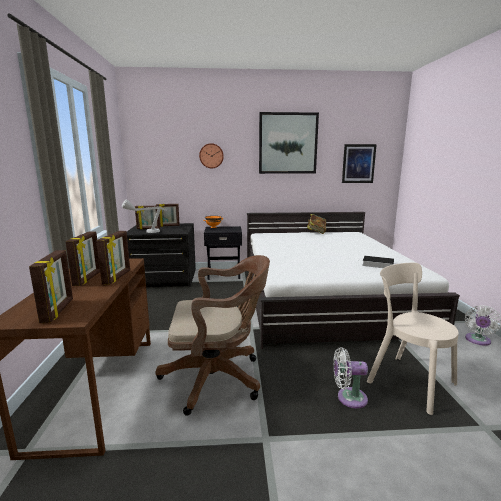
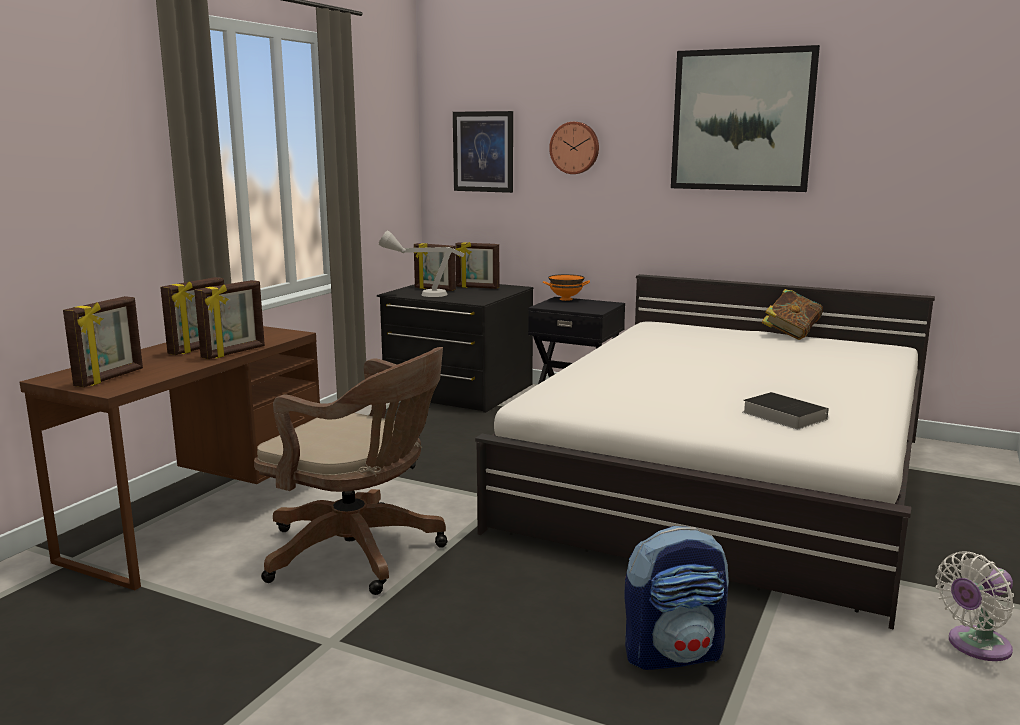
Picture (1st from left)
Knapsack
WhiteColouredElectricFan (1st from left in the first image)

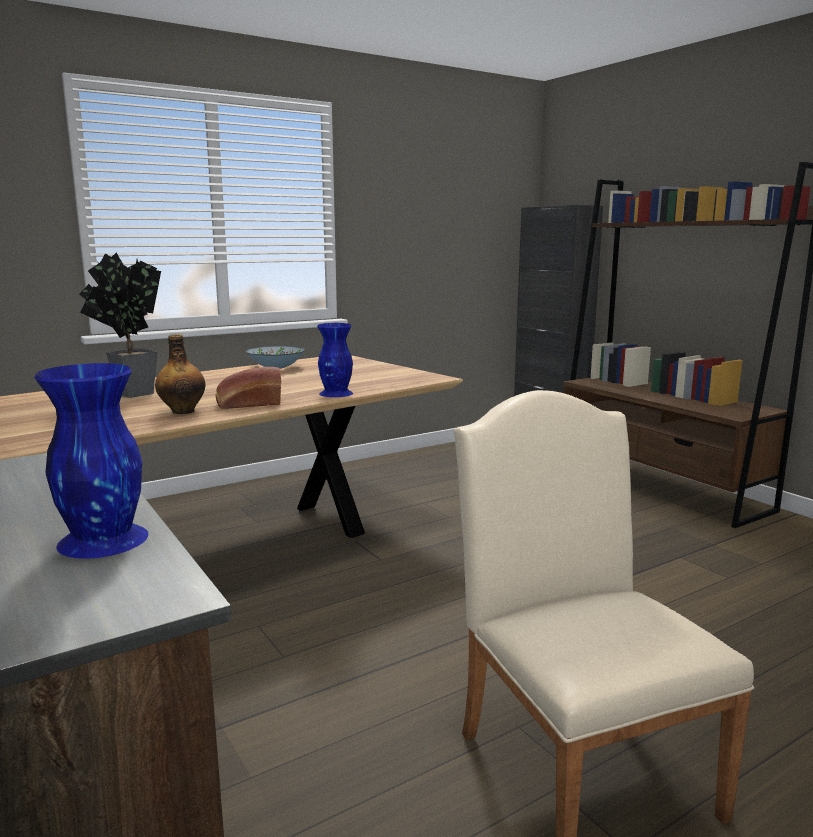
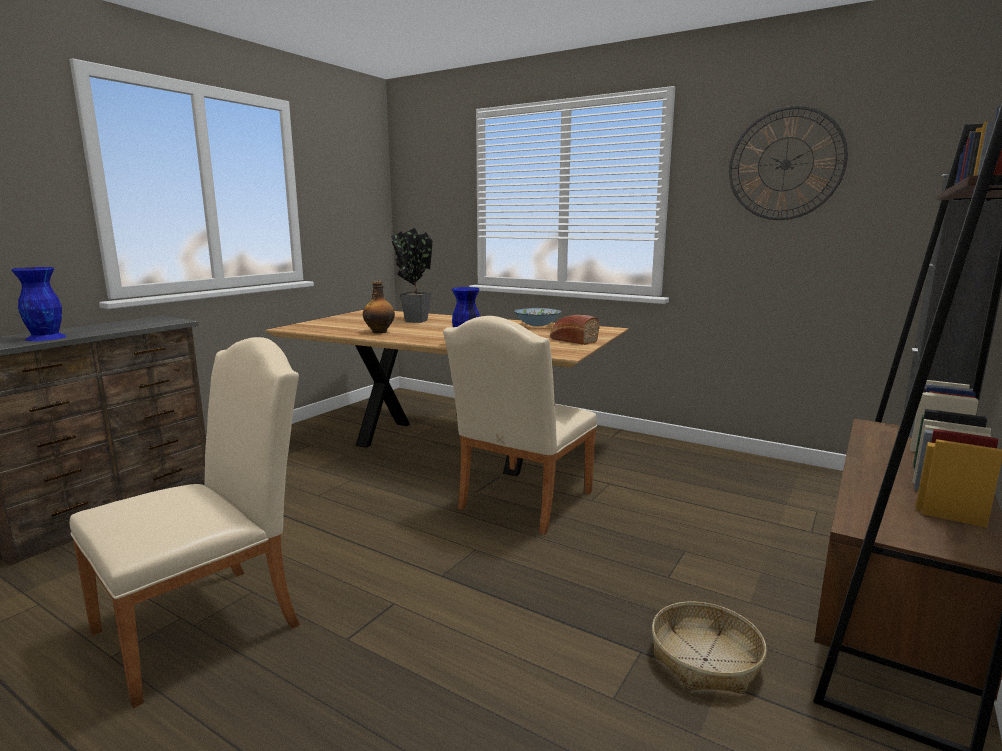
BeigeColouredUprightChair (2nd from left)
Bread
StorageBasket
ClockOnTheWall

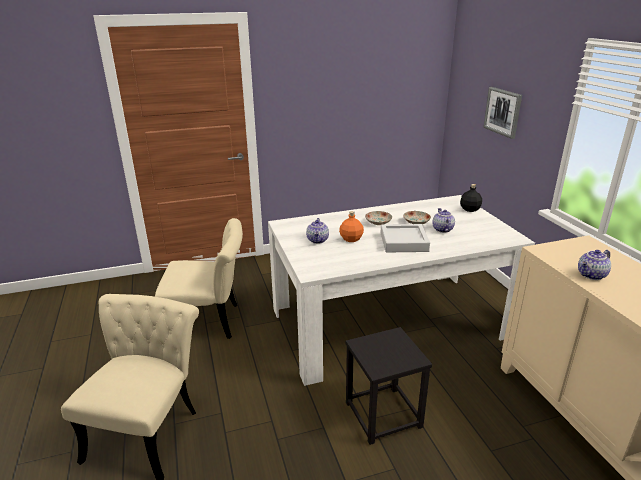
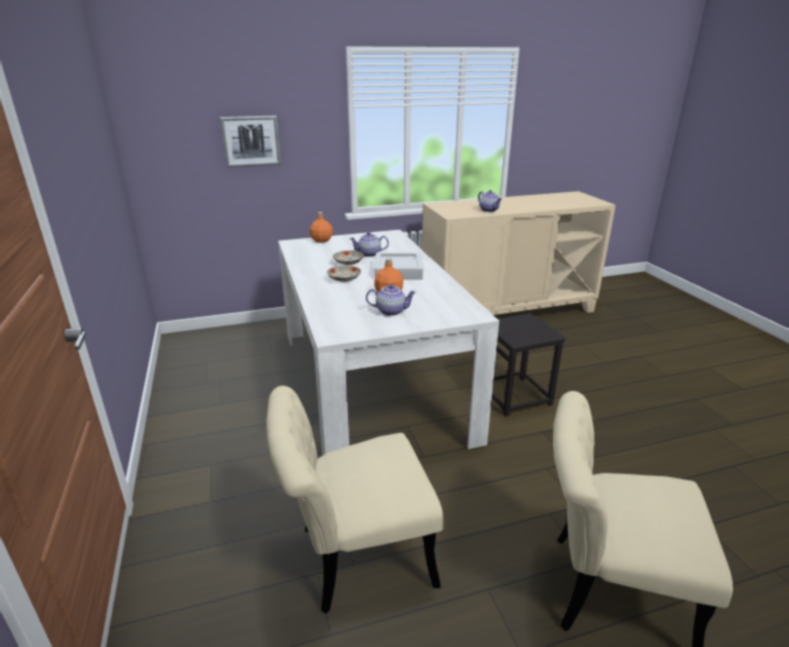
BeigeColouredUprightChair (1st from left)
OrangeBottle (1st from left)

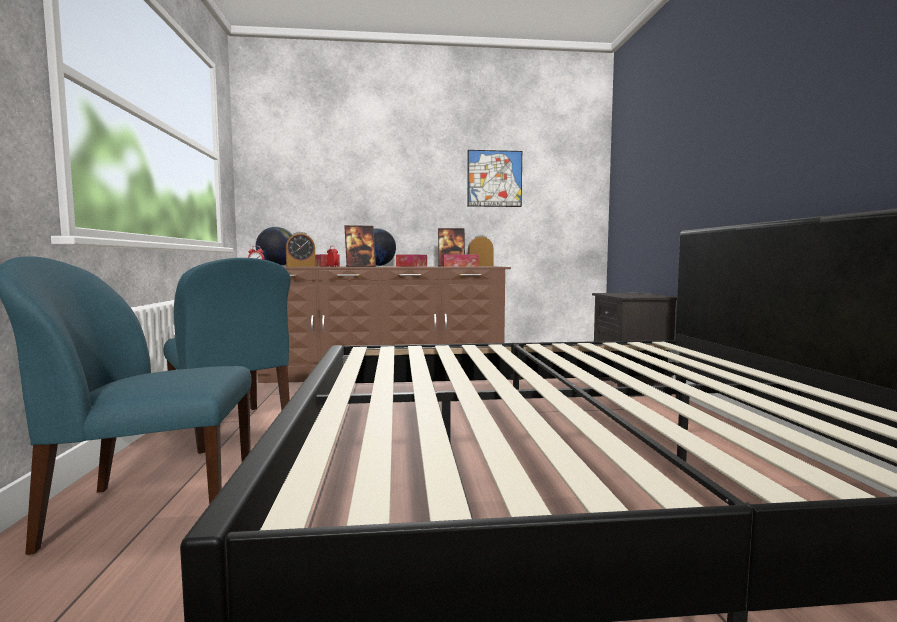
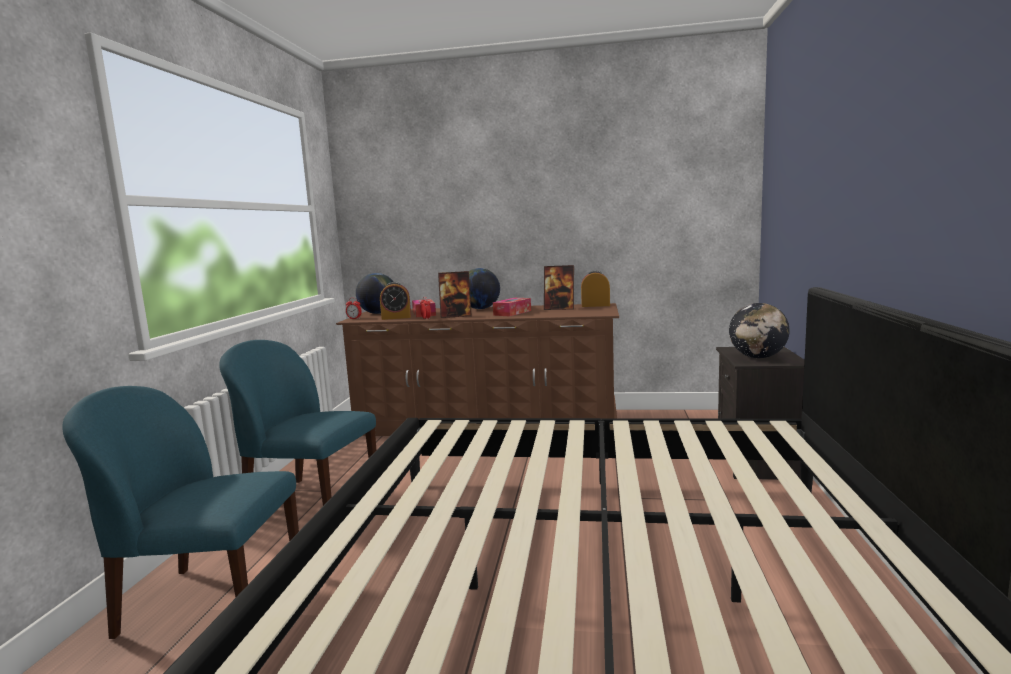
BlueColouredUprightChair (2nd from left)
WorldGlobe (3rd from left)
TissueHolder (3rd from left in the first image)
Picture

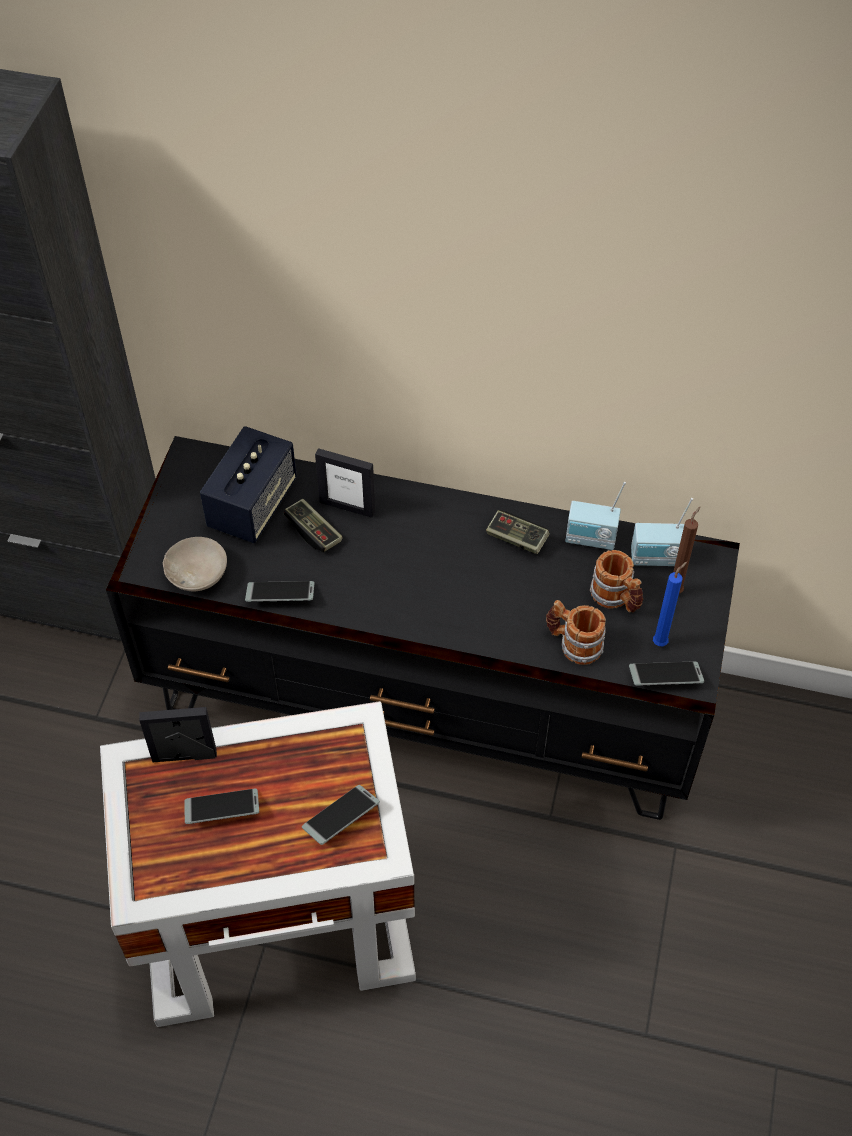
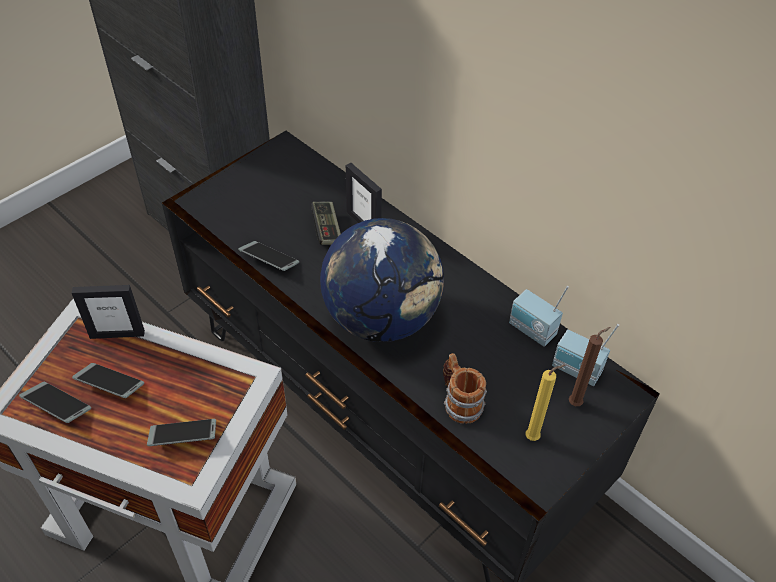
Phone (1st from left)
PhotoFrame (1st from left)
WorldGlobe
YellowishCandle
BeigeColouredDeepDish
AudioSpeaker
GameController (2nd from left in the first image)
Mug (2nd from left in the first image)

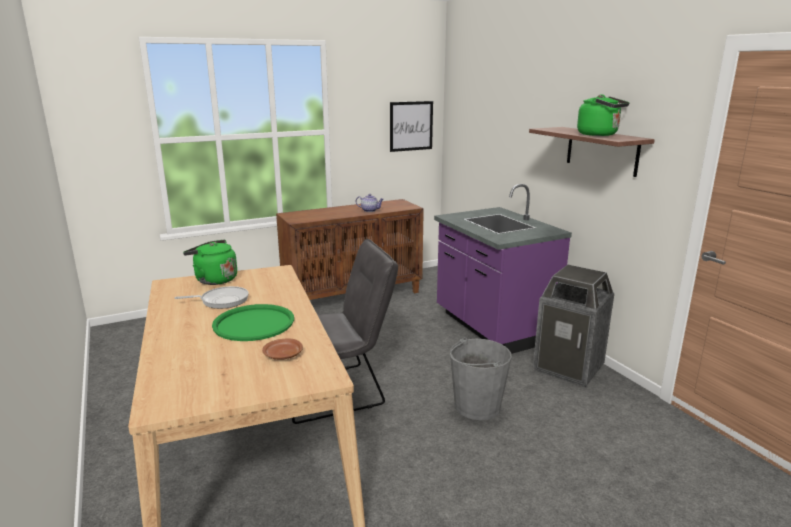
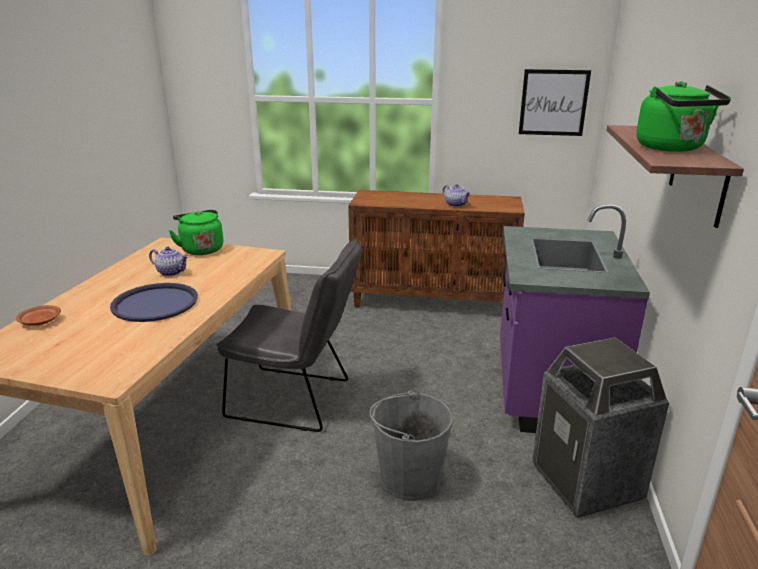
BrownColouredPlate
BlueColouredCarryingTray
TeaPot (1st from left)

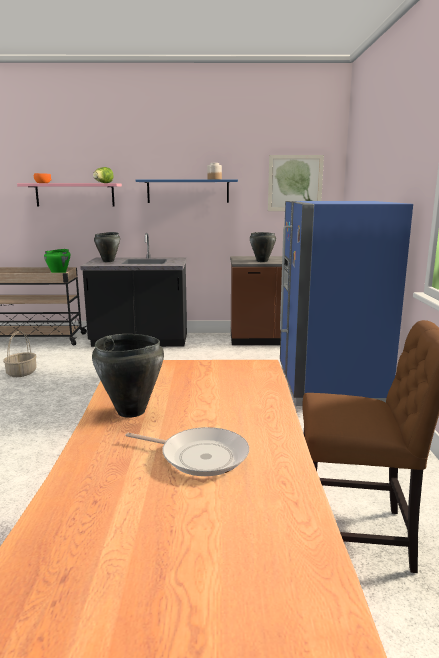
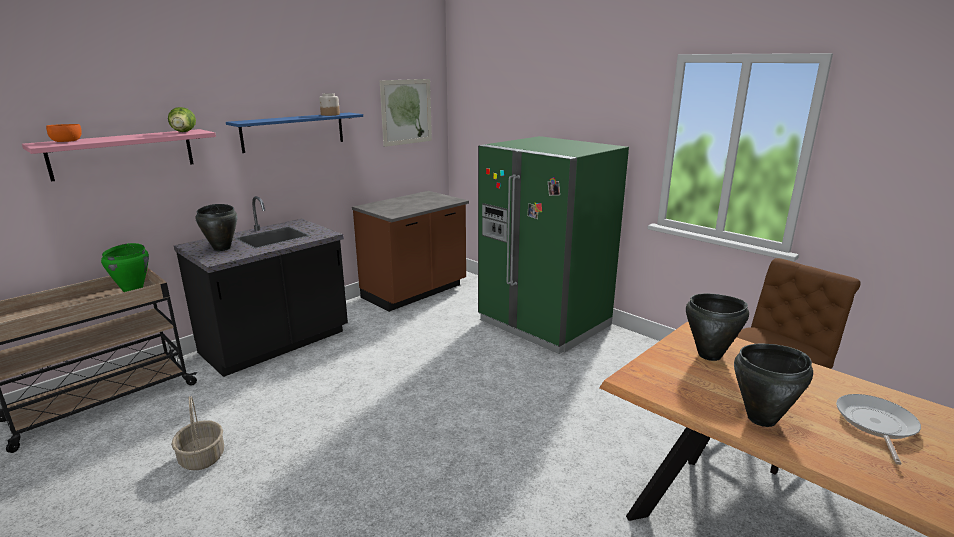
GreenishFridge
BlackColouredStockpot (2nd from left)
Pan

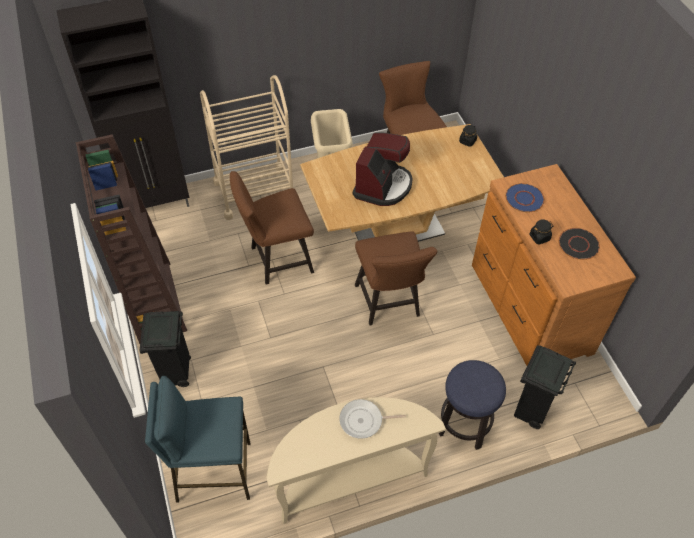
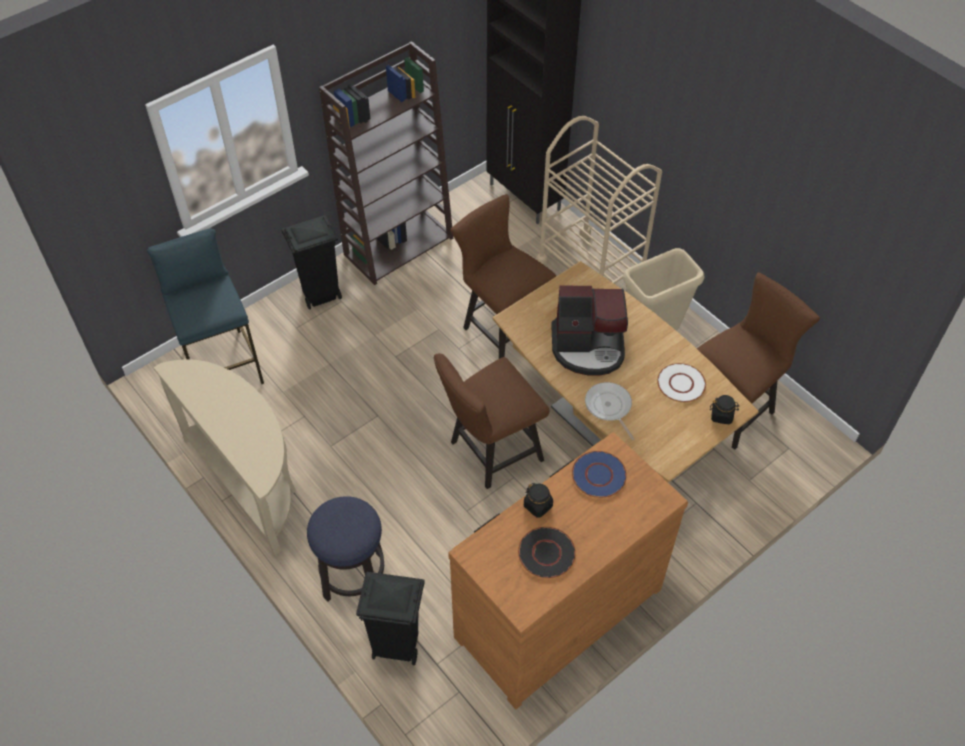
Pan
WhiteColouredPlate

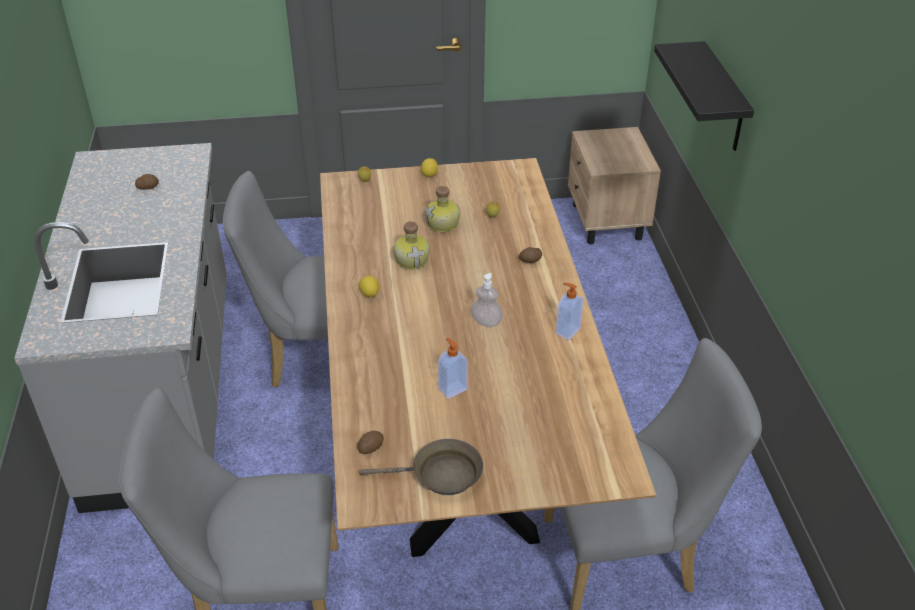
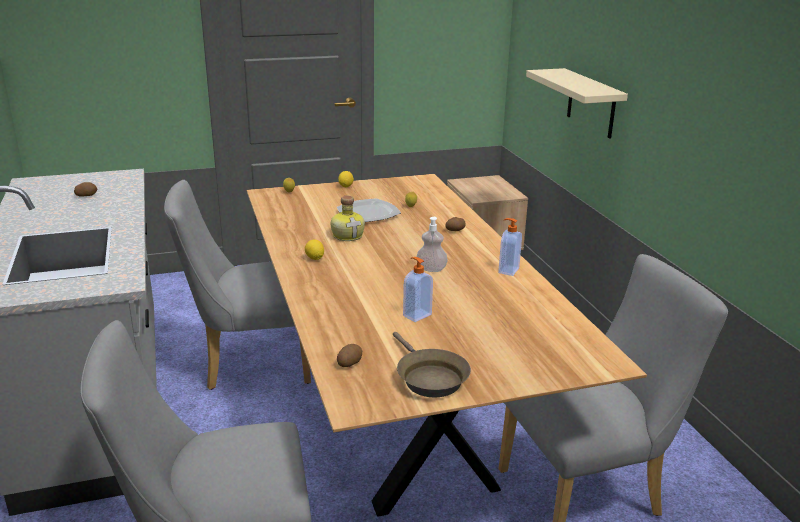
Plate
BrownColouredPan
BeigeColouredWallShelf

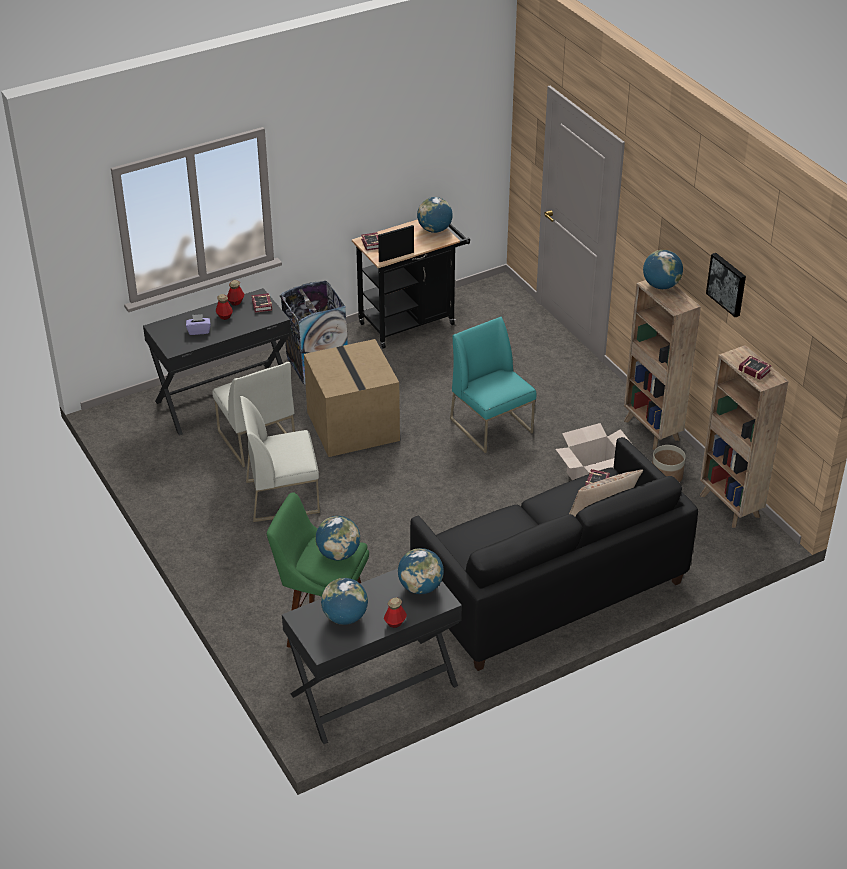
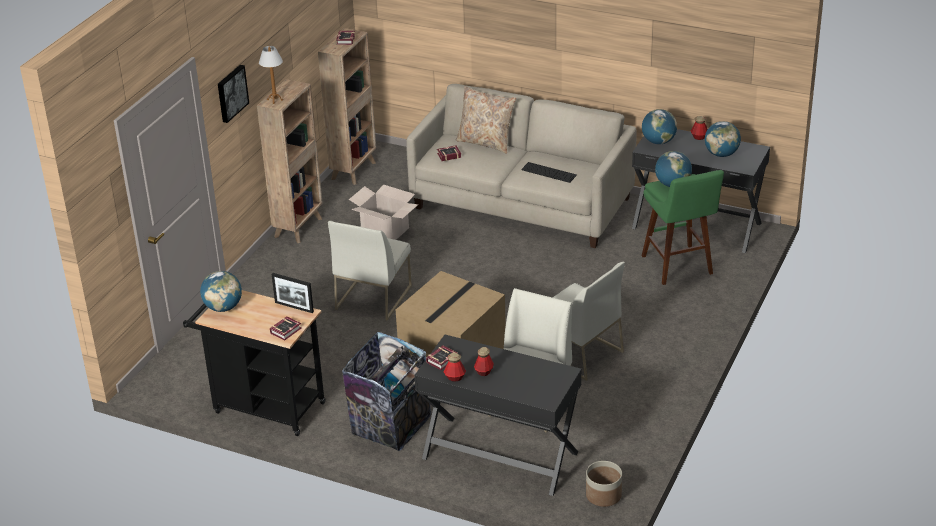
Picture
TabletopLamp
WhiteColouredUprightChair (1st from left)
BeigeColouredSofa
PcKeyboard
Planter
PurpleTissueHolder

